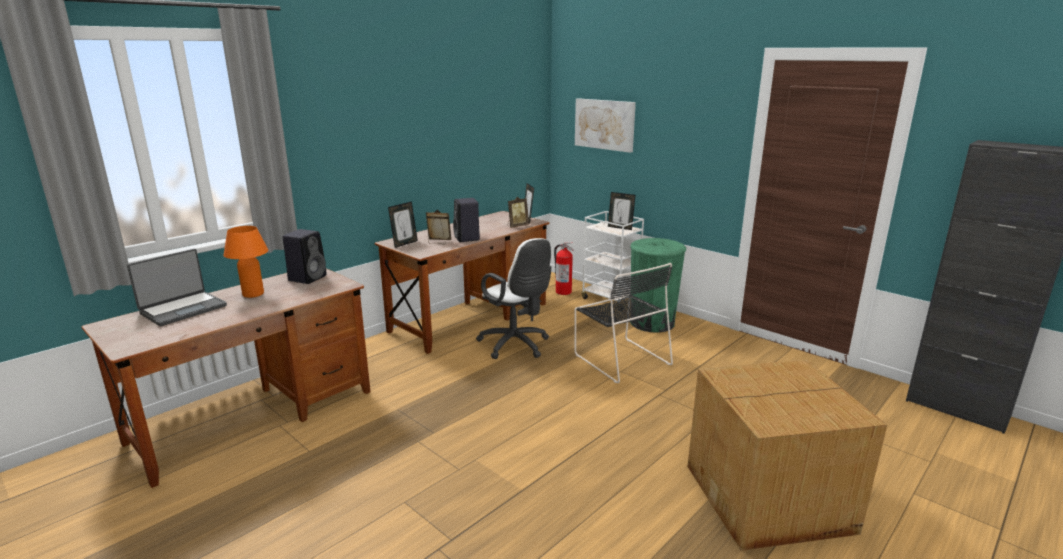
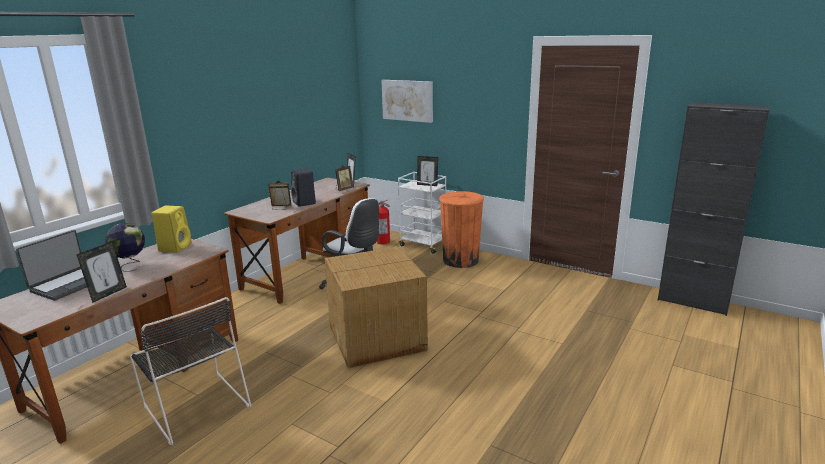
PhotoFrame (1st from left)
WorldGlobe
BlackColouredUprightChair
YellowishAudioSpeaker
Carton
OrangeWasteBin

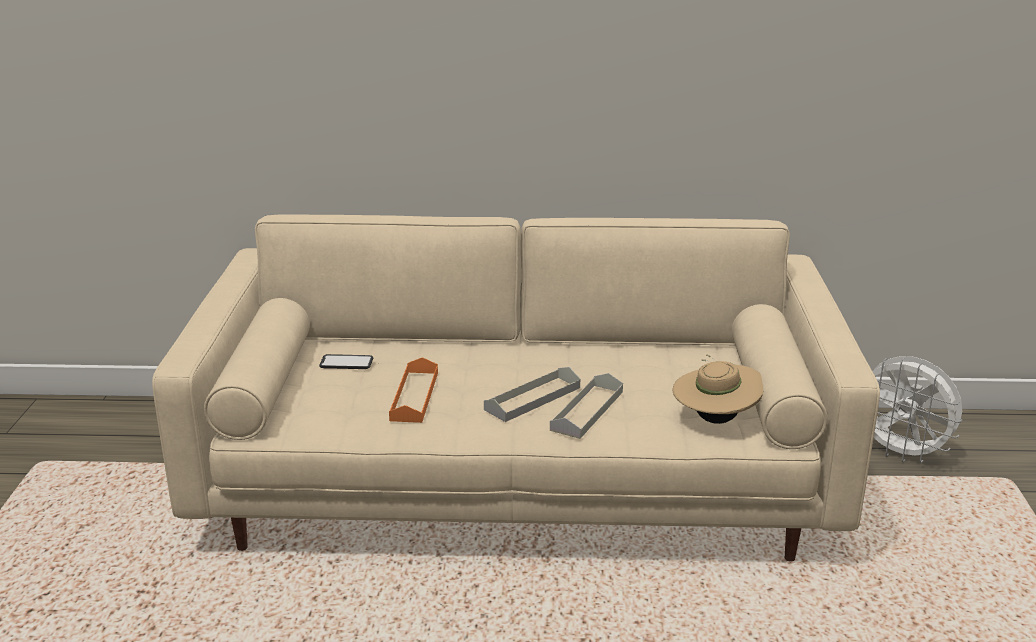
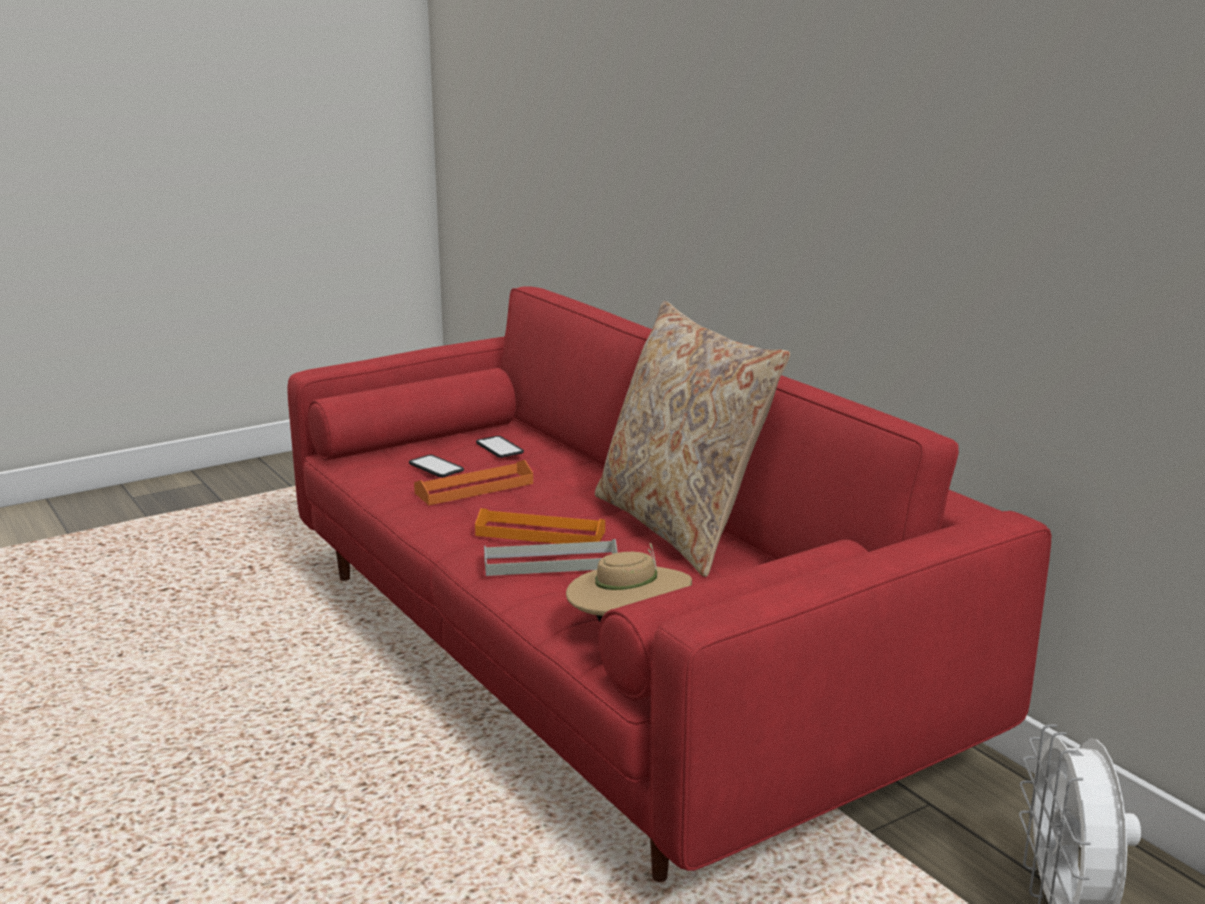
RedSofa
Phone (1st from left)
OrangeCarryingTray (2nd from left)
BeigeColouredThrowPillow

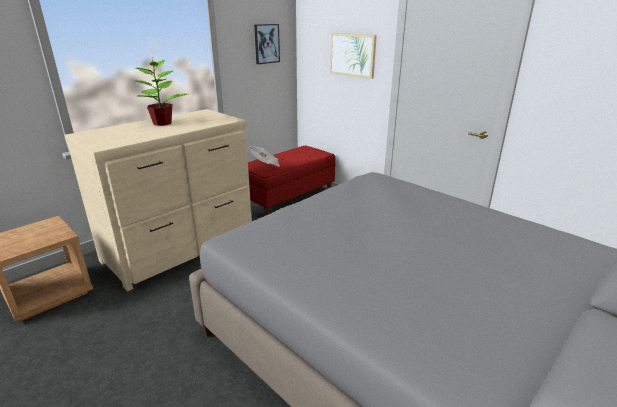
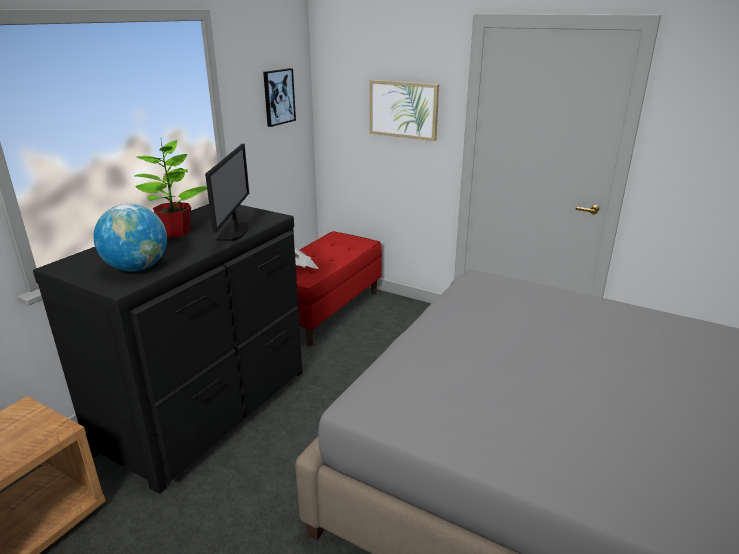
BlackColouredChestOfDrawers
WorldGlobe
ComputerDisplay

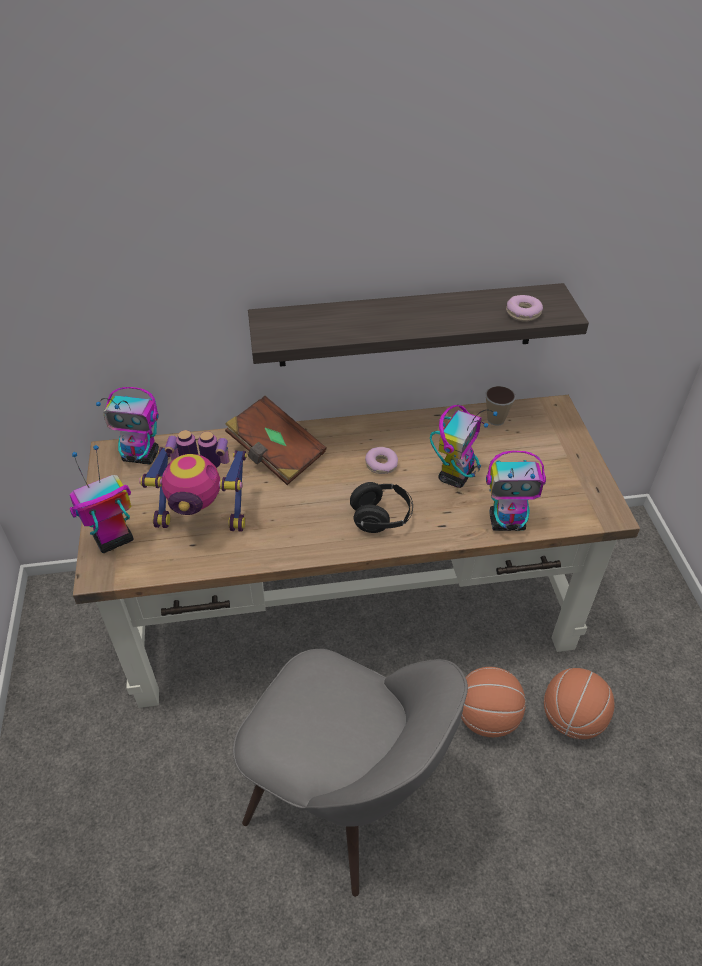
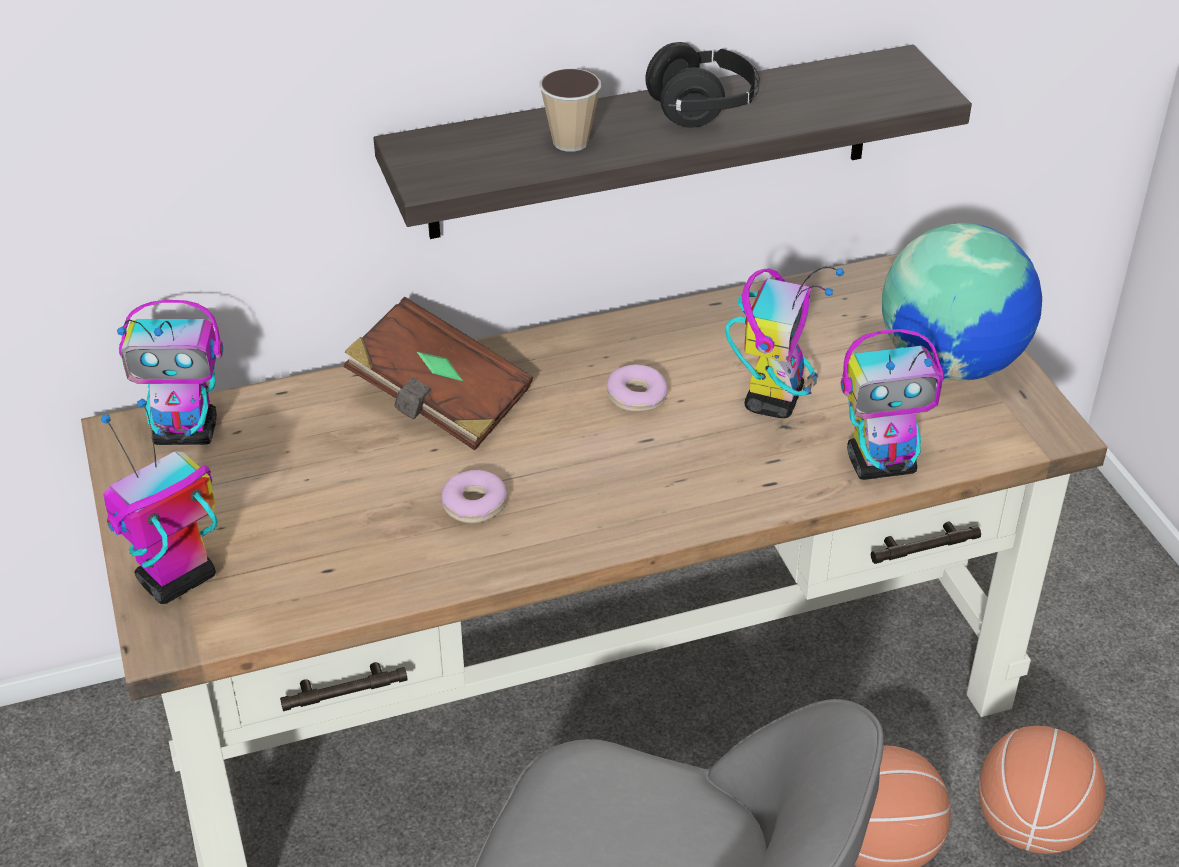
Donut (1st from left)
DrinkingCup
BlackColouredPairOfHeadphones
WorldGlobe
ModelRobot (3rd from left in the first image)

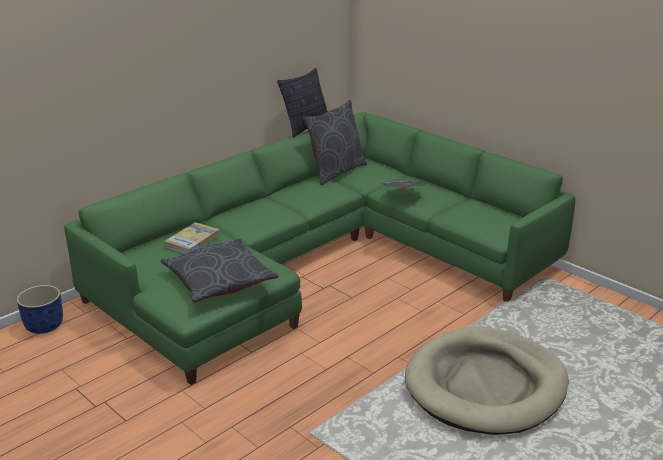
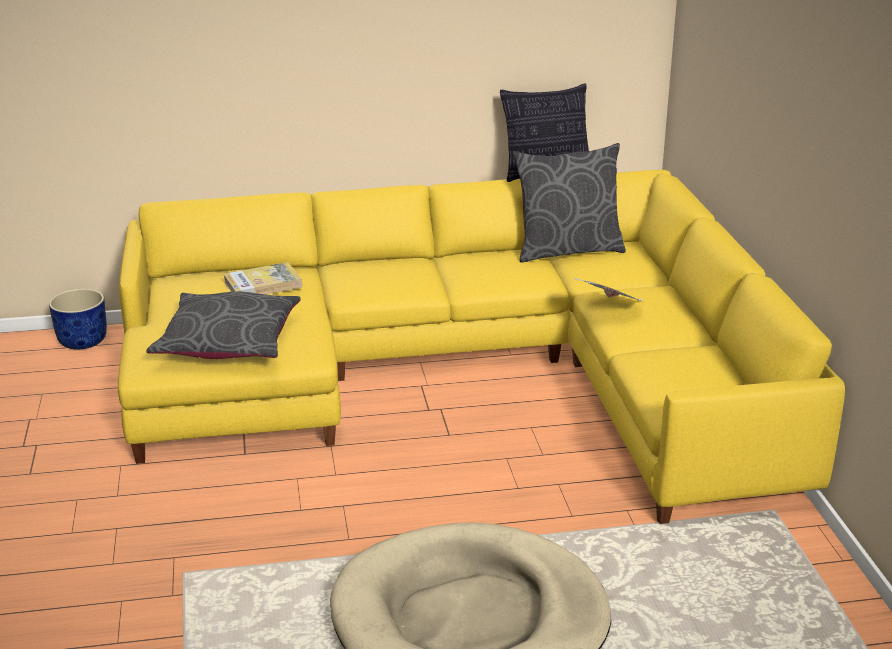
YellowishSofa

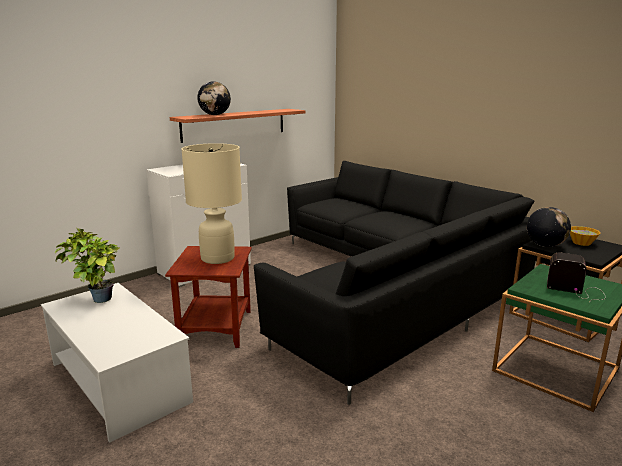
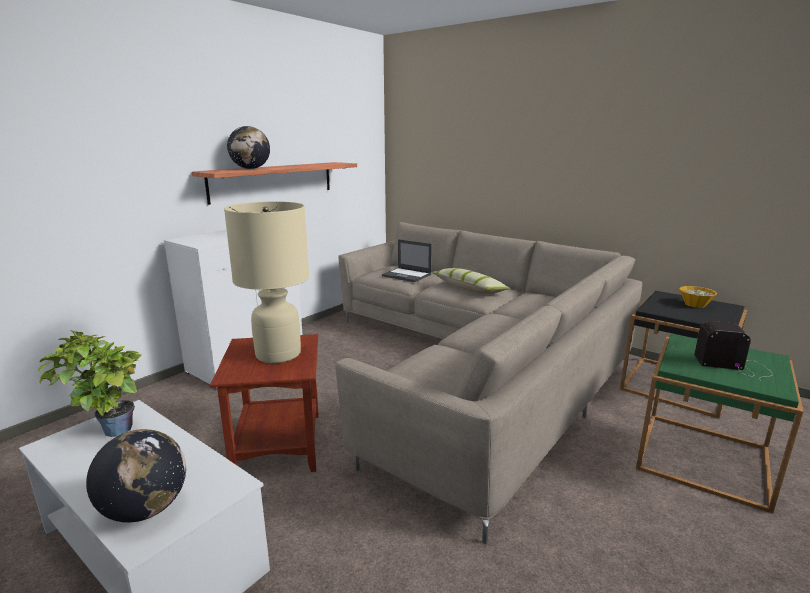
WorldGlobe (1st from left)
BeigeColouredSofa
Laptop
ThrowPillow

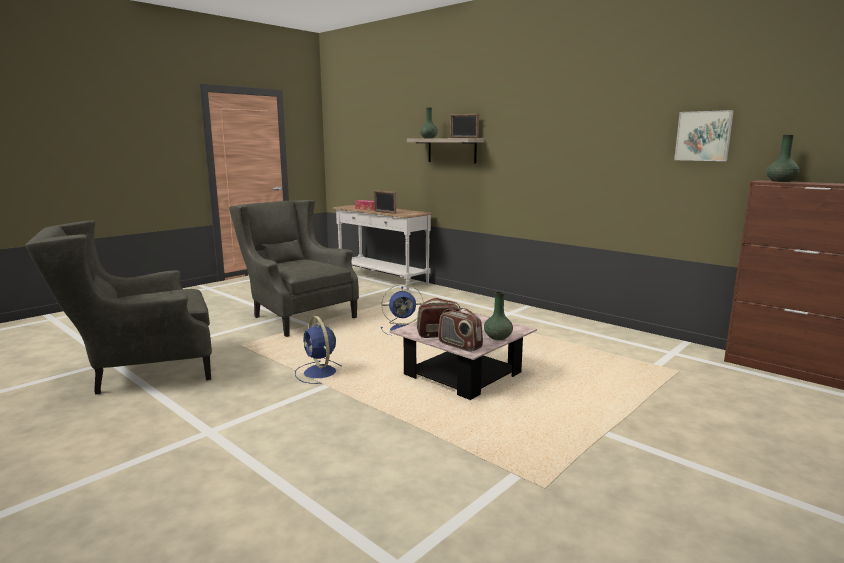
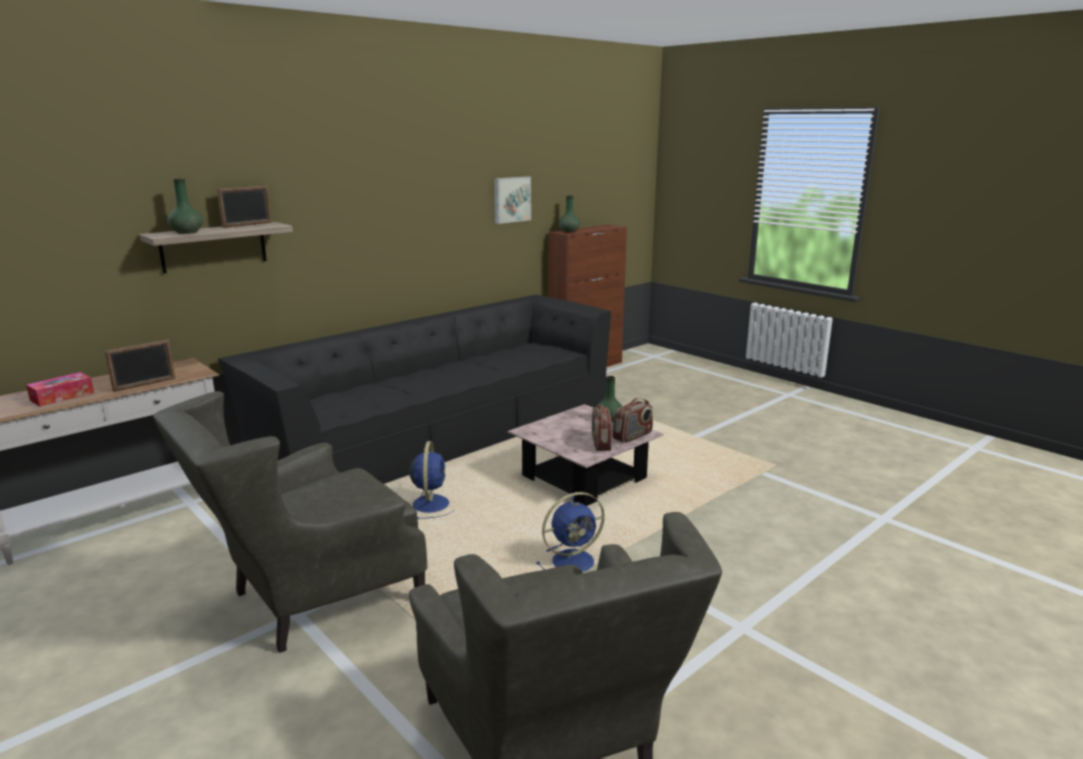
BlackColouredSofa

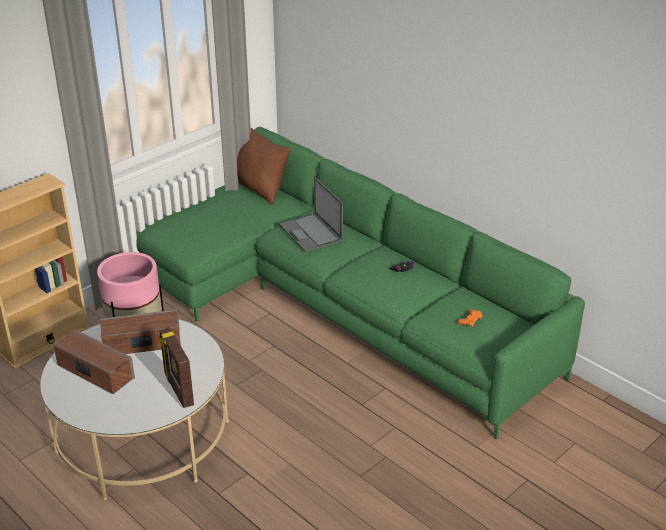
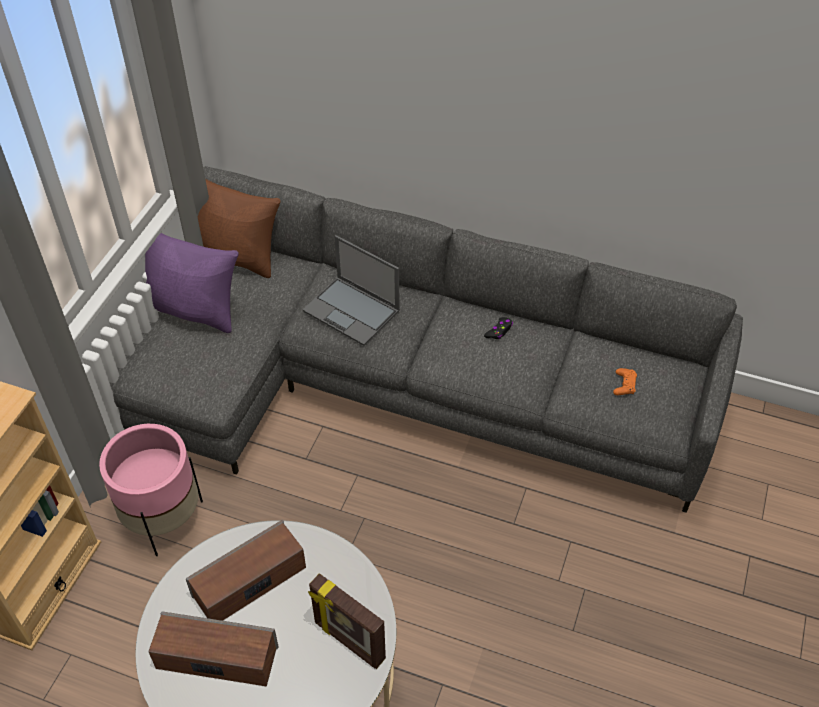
GraySofa
PurpleThrowPillow

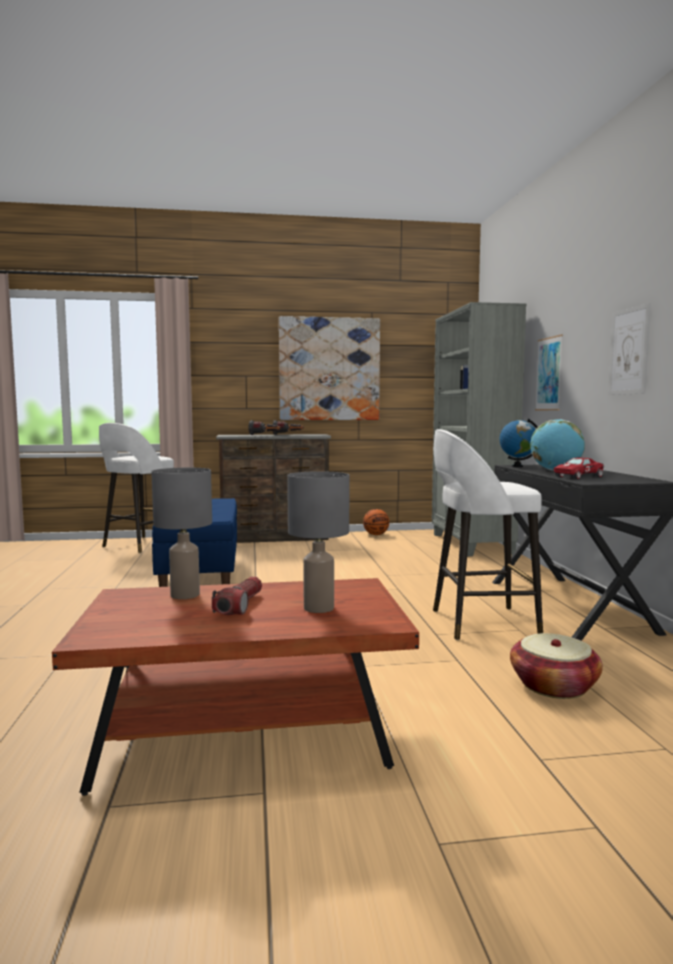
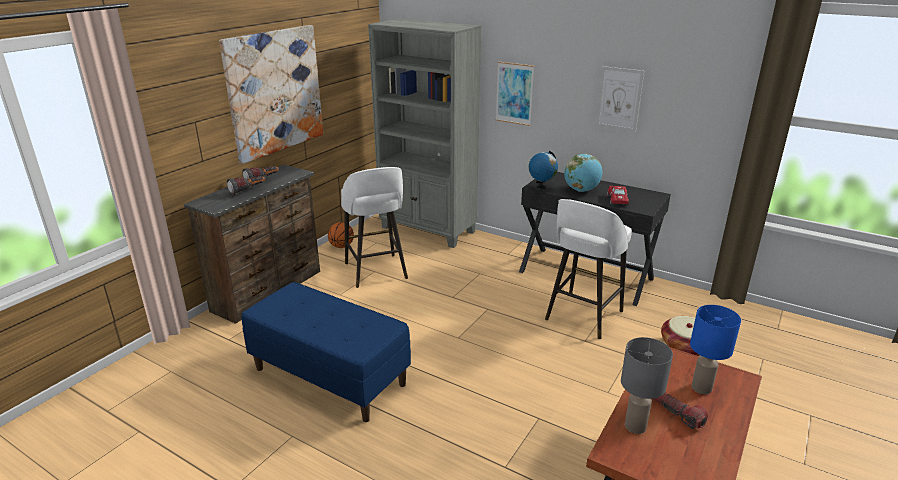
WhiteColouredStoolSeat (1st from left)
BlueColouredTabletopLamp

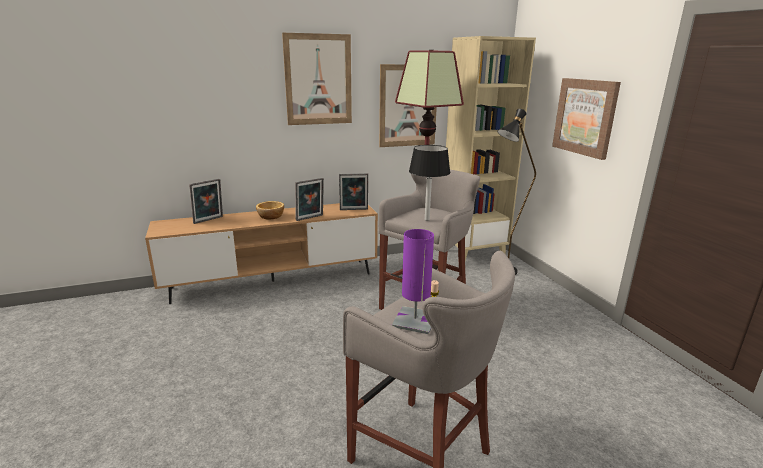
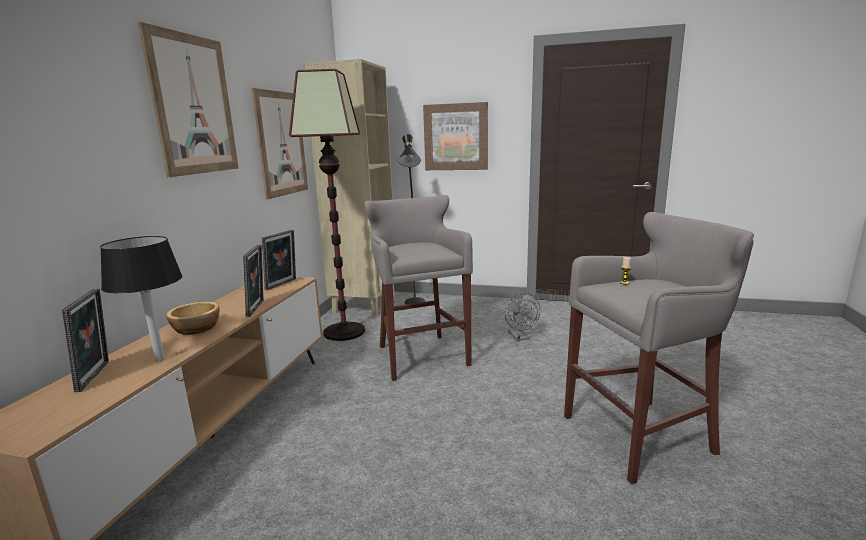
BlackColouredTabletopLamp
GrayElectricFan
PurpleTabletopLamp

